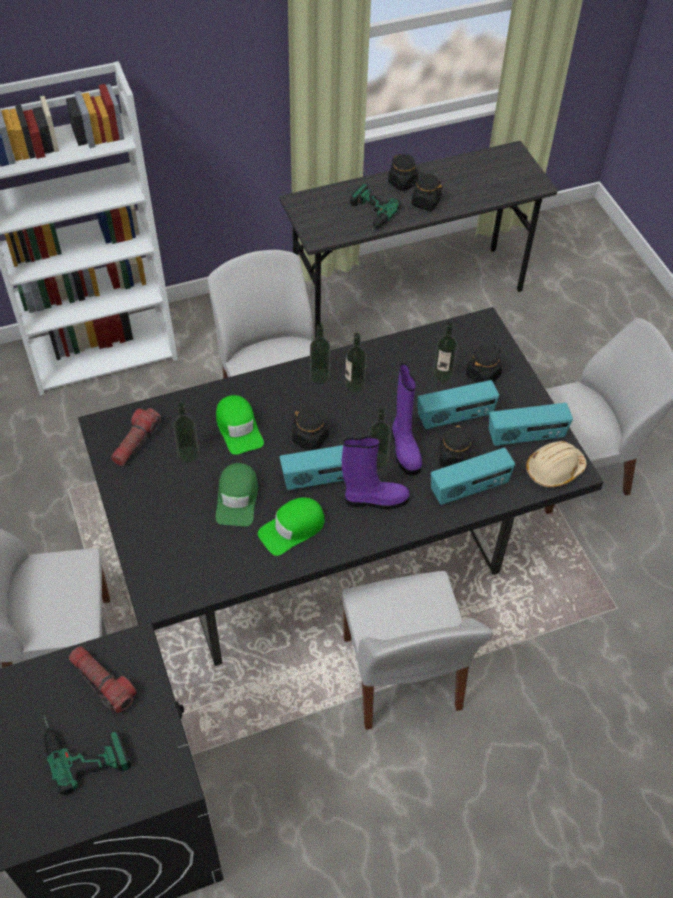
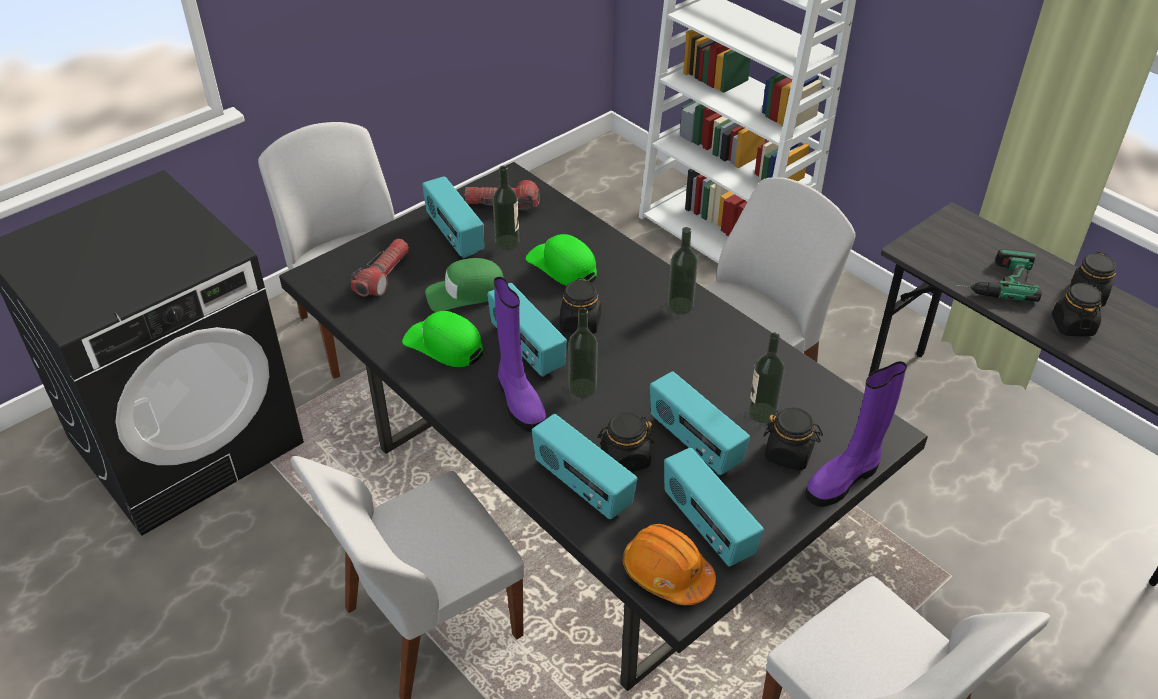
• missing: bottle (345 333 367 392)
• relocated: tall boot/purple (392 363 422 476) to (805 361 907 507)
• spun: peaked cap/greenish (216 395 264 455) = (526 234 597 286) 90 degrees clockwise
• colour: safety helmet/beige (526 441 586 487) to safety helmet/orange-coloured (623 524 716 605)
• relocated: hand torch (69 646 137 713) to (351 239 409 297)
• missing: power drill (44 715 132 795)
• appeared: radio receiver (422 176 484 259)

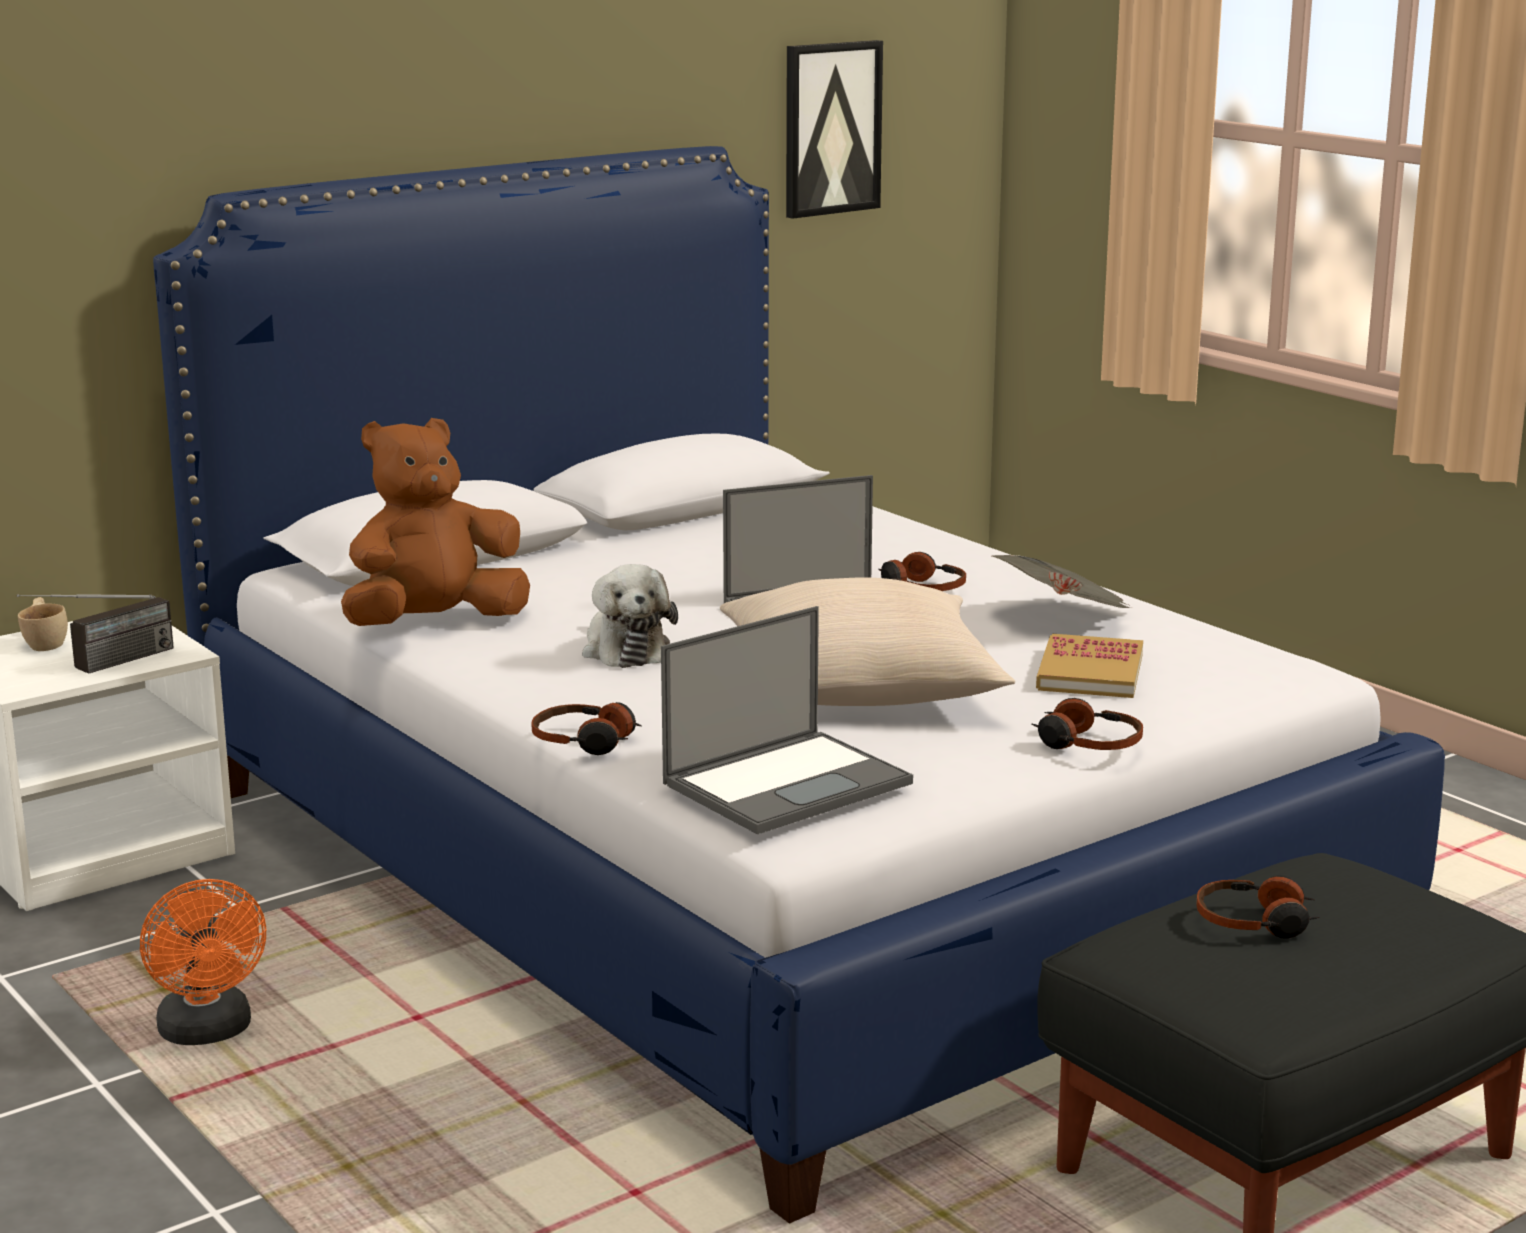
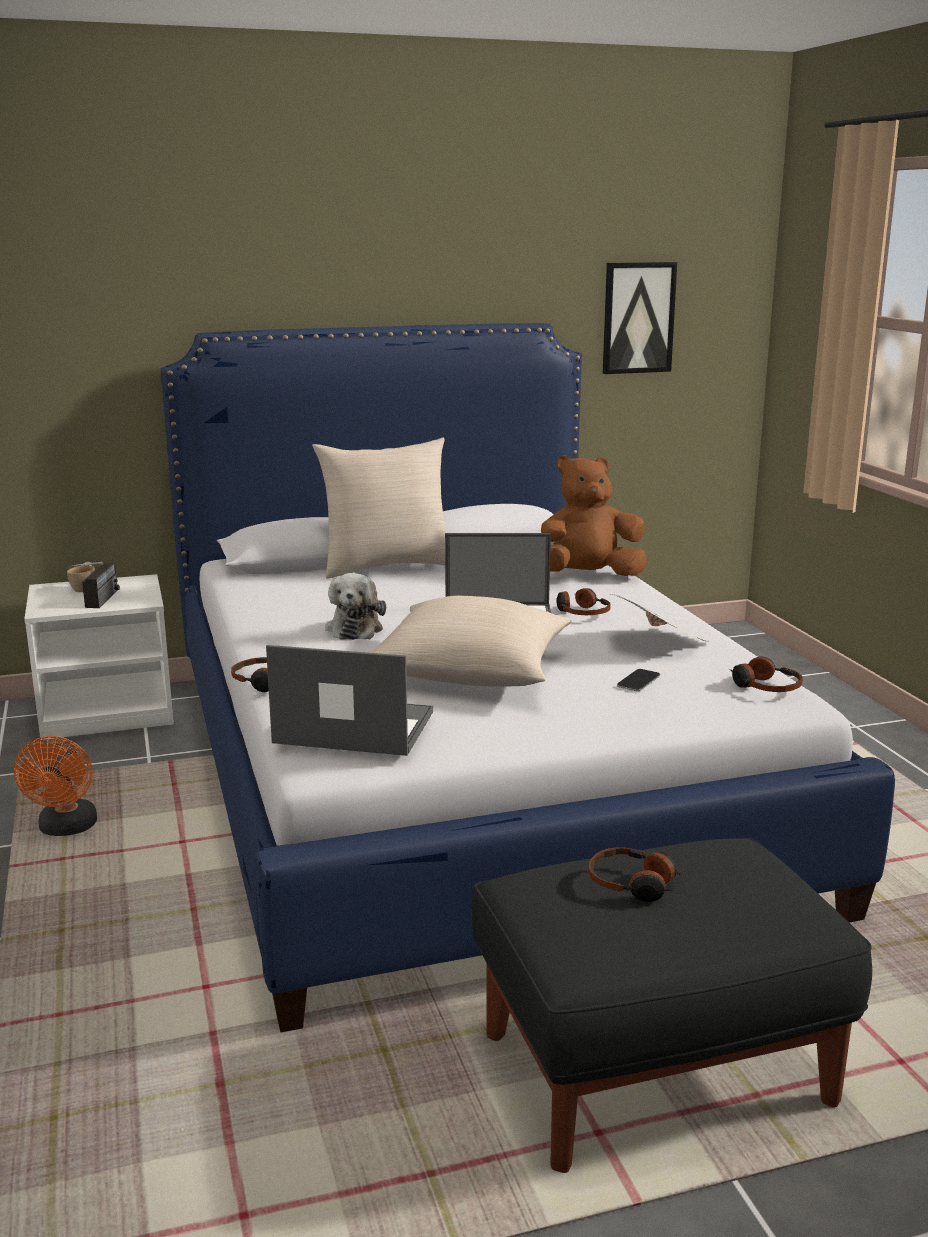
• relocated: soft toy/brown-coloured (341 418 530 626) to (541 455 647 576)
• spun: radio receiver (17 594 174 674) = (69 562 120 608) 60 degrees counterclockwise
• spun: notebook computer (661 606 913 834) = (266 645 433 756) 150 degrees counterclockwise
• exchanged: book (1036 634 1143 698) to phone (617 669 660 691)
• relocated: headset (1031 698 1143 750) to (729 656 803 692)
• appeared: pillow/beige (312 437 447 579)

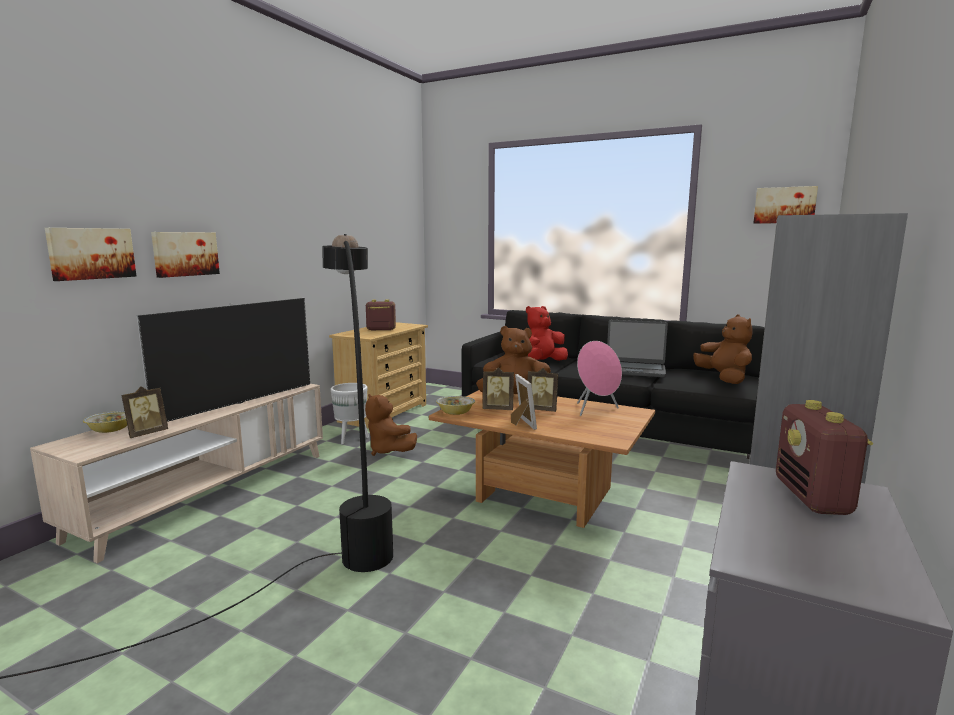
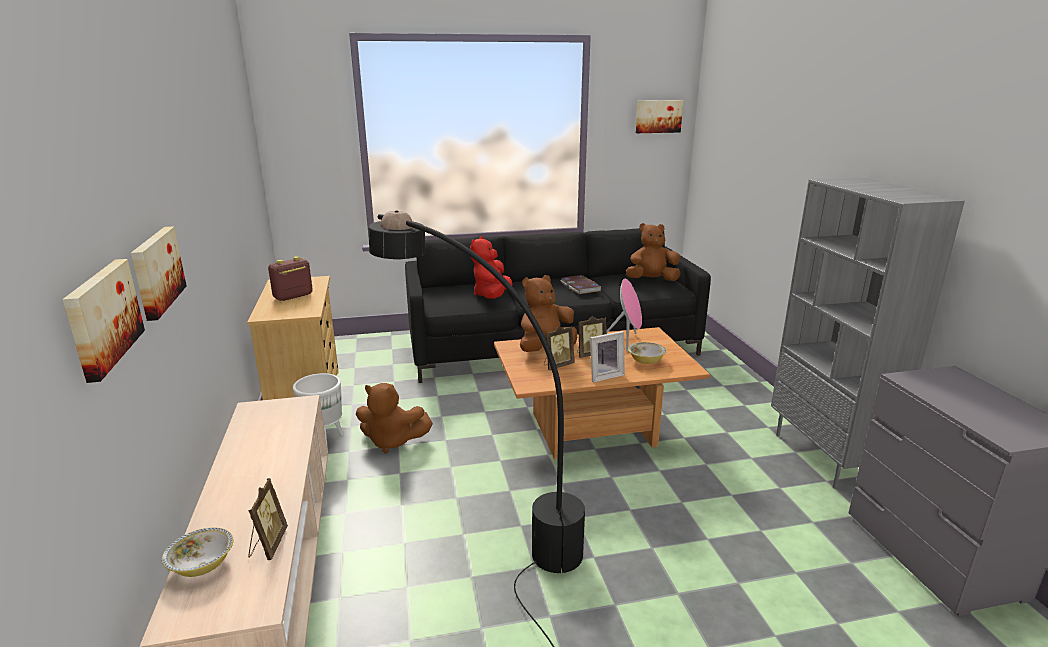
• missing: television (137 298 310 422)
• spun: soft toy/brown-coloured (693 314 752 384) = (626 223 681 281) 45 degrees counterclockwise
• exchanged: notebook computer (607 320 668 378) to book (560 275 602 294)
• spun: photo frame (511 374 537 430) = (590 331 625 382) 120 degrees clockwise
• relocated: deep dish (436 396 475 415) to (628 342 667 364)
• missing: radio receiver (776 400 873 515)

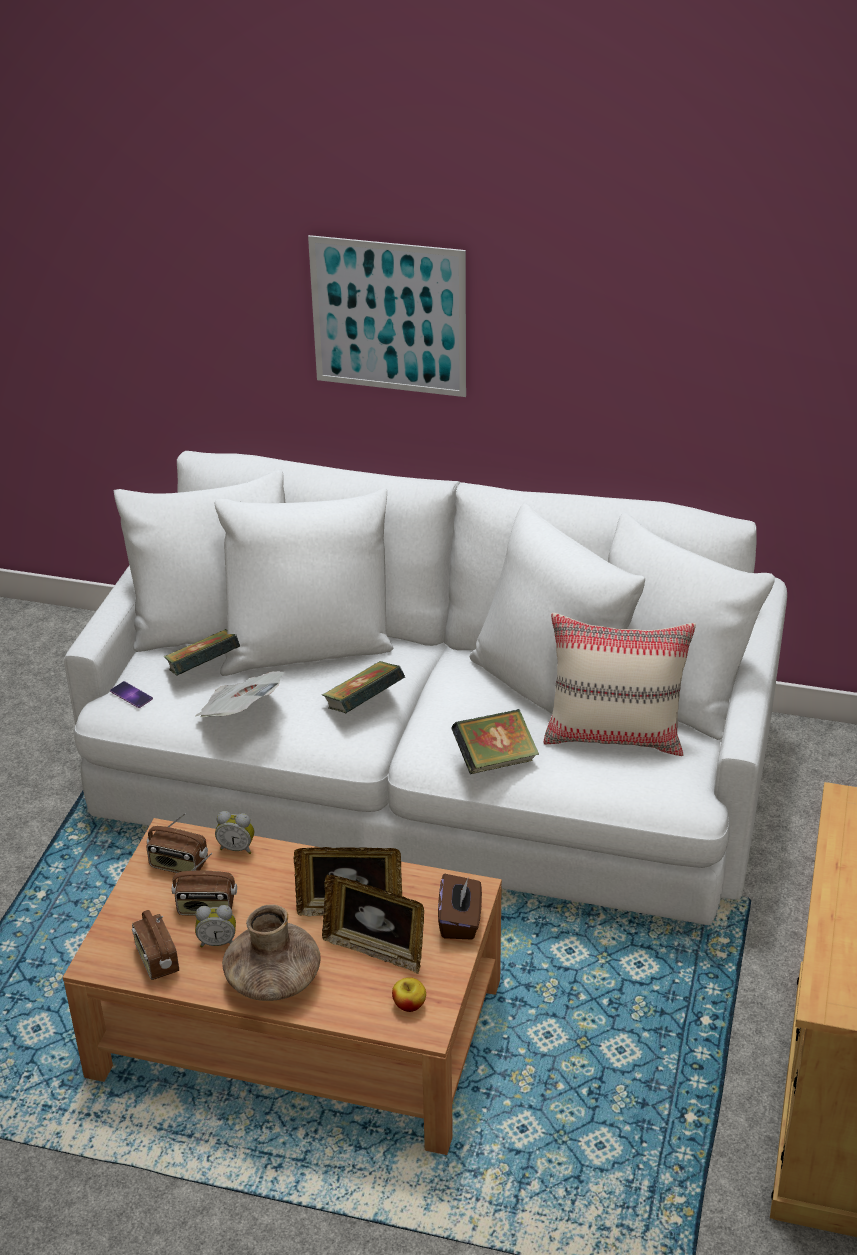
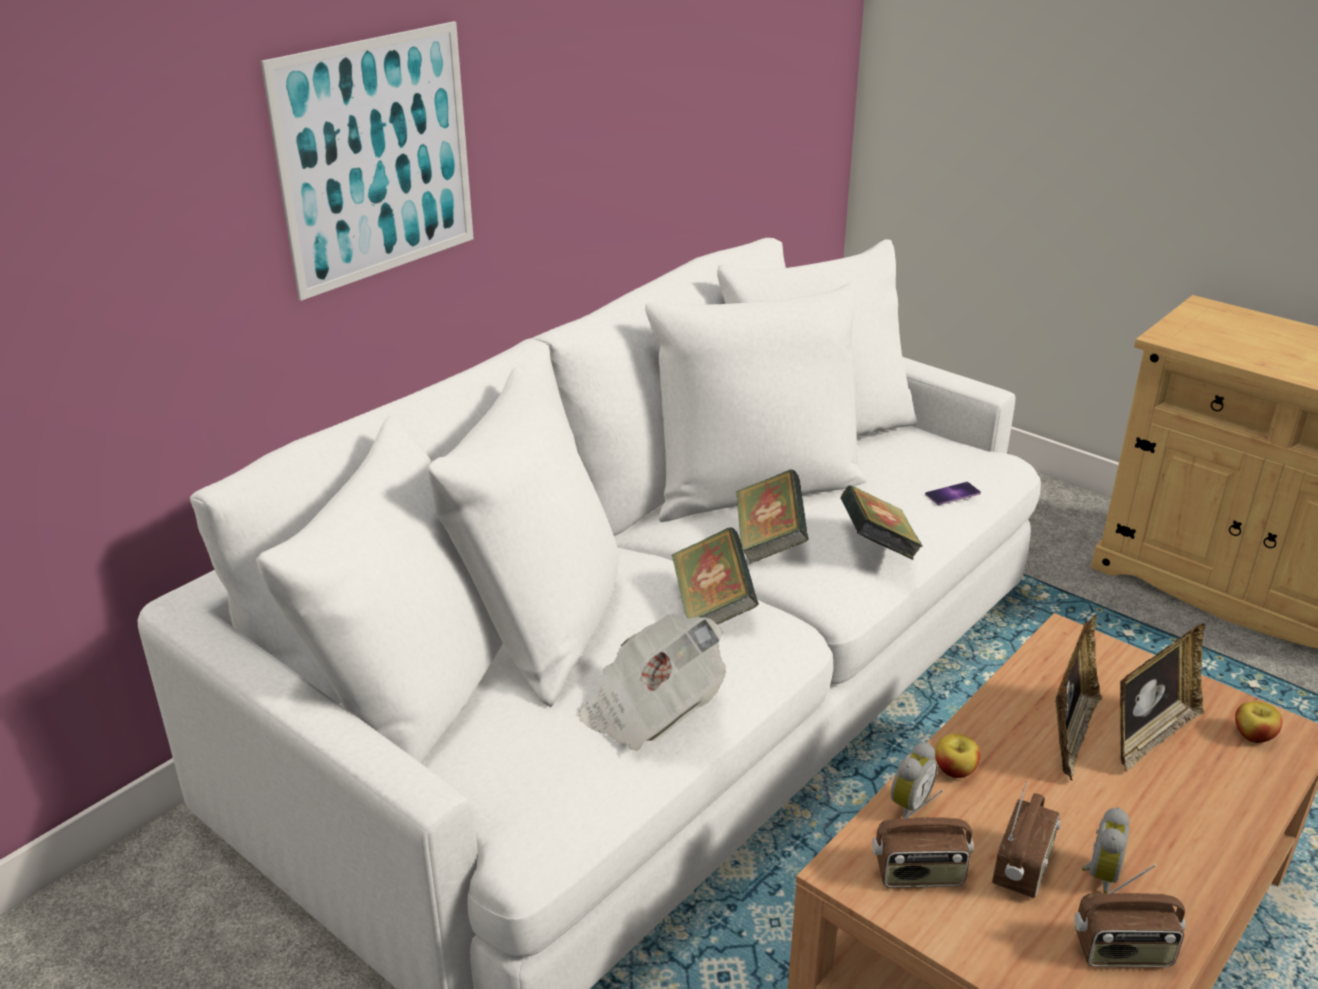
• missing: pillow/beige (544 613 696 756)
• relocated: book (163 629 240 675) to (736 470 809 564)
• relocated: phone (110 681 153 708) to (925 482 981 505)
• spun: radio receiver (146 813 208 873) = (873 790 974 888) 45 degrees clockwise
• missing: box of tissues/brown-coloured (438 874 482 939)
• missing: vase/brown-coloured (222 904 320 1001)
• appeared: apple (935 734 980 778)

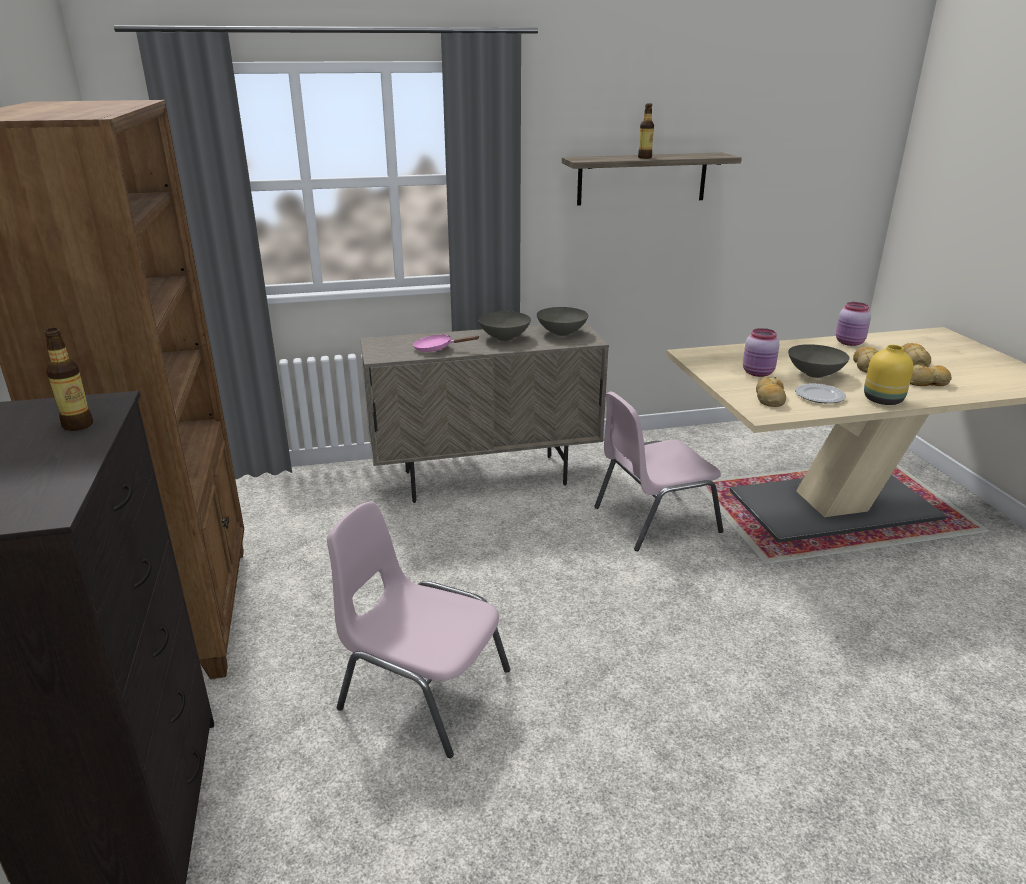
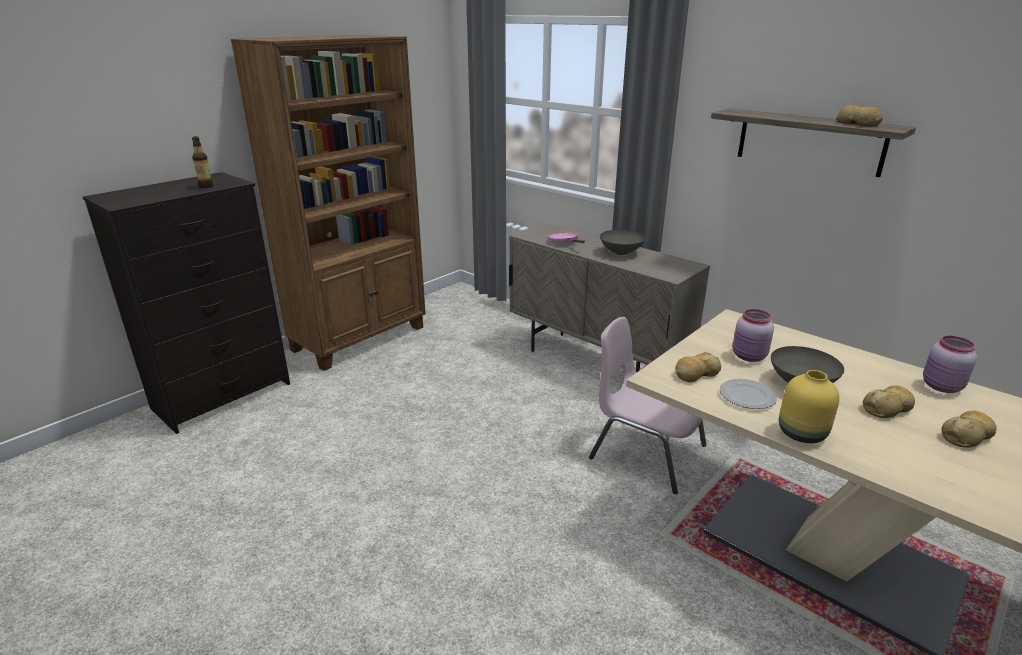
• missing: bottle (638 103 654 159)
• missing: deep dish/gray (537 307 588 336)
• relocated: bread (910 365 952 386) to (836 105 883 127)
• missing: chair/pink (327 501 510 758)

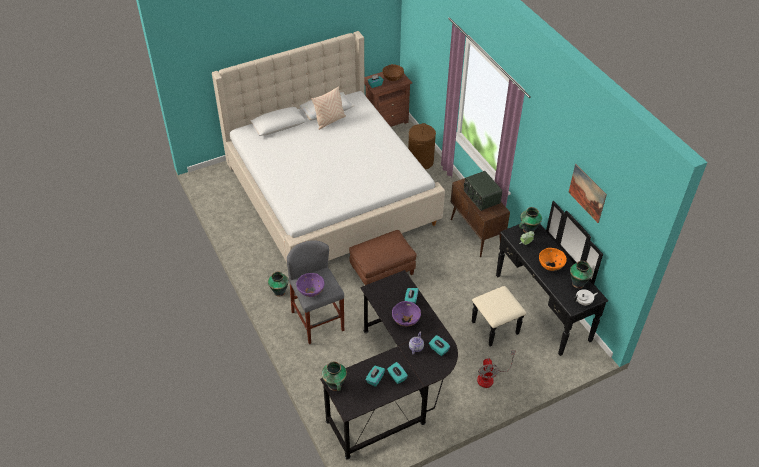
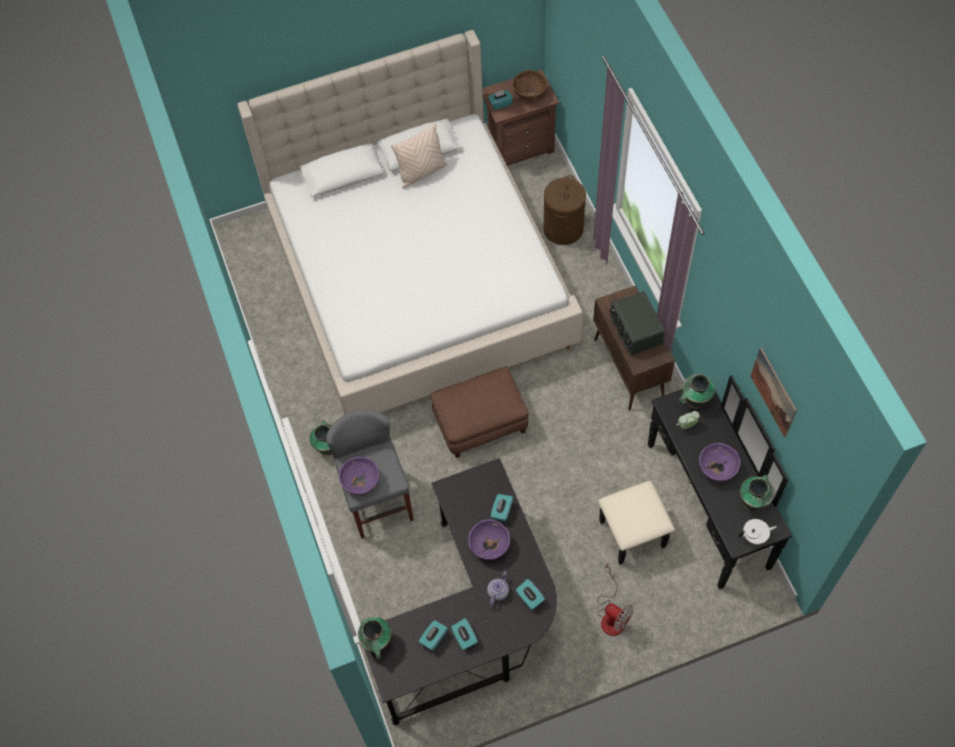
• colour: deep dish/orange-coloured (539 248 567 271) to deep dish/purple (699 443 741 482)
• spun: electric fan (477 350 516 388) = (598 562 633 636) 60 degrees counterclockwise

